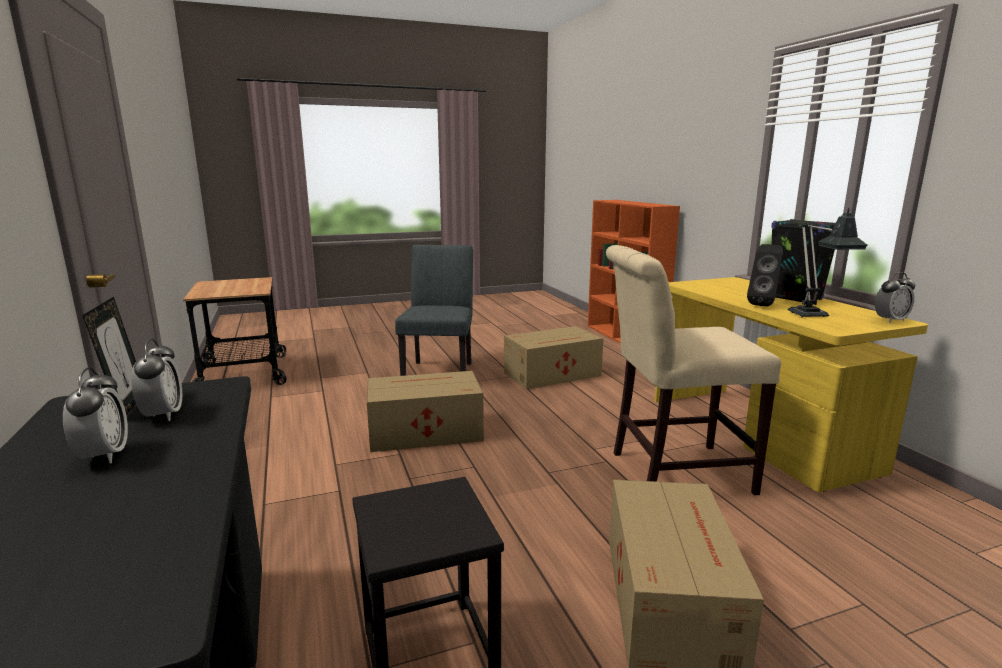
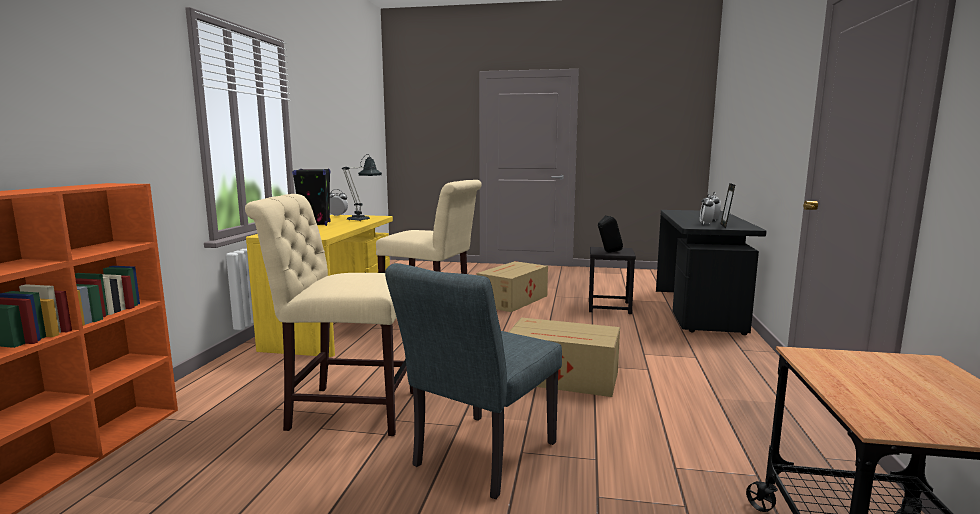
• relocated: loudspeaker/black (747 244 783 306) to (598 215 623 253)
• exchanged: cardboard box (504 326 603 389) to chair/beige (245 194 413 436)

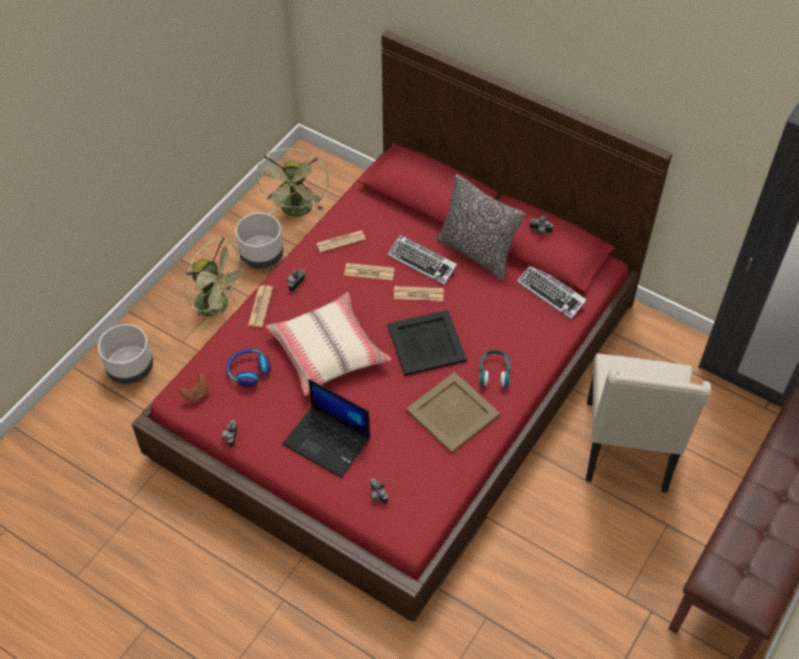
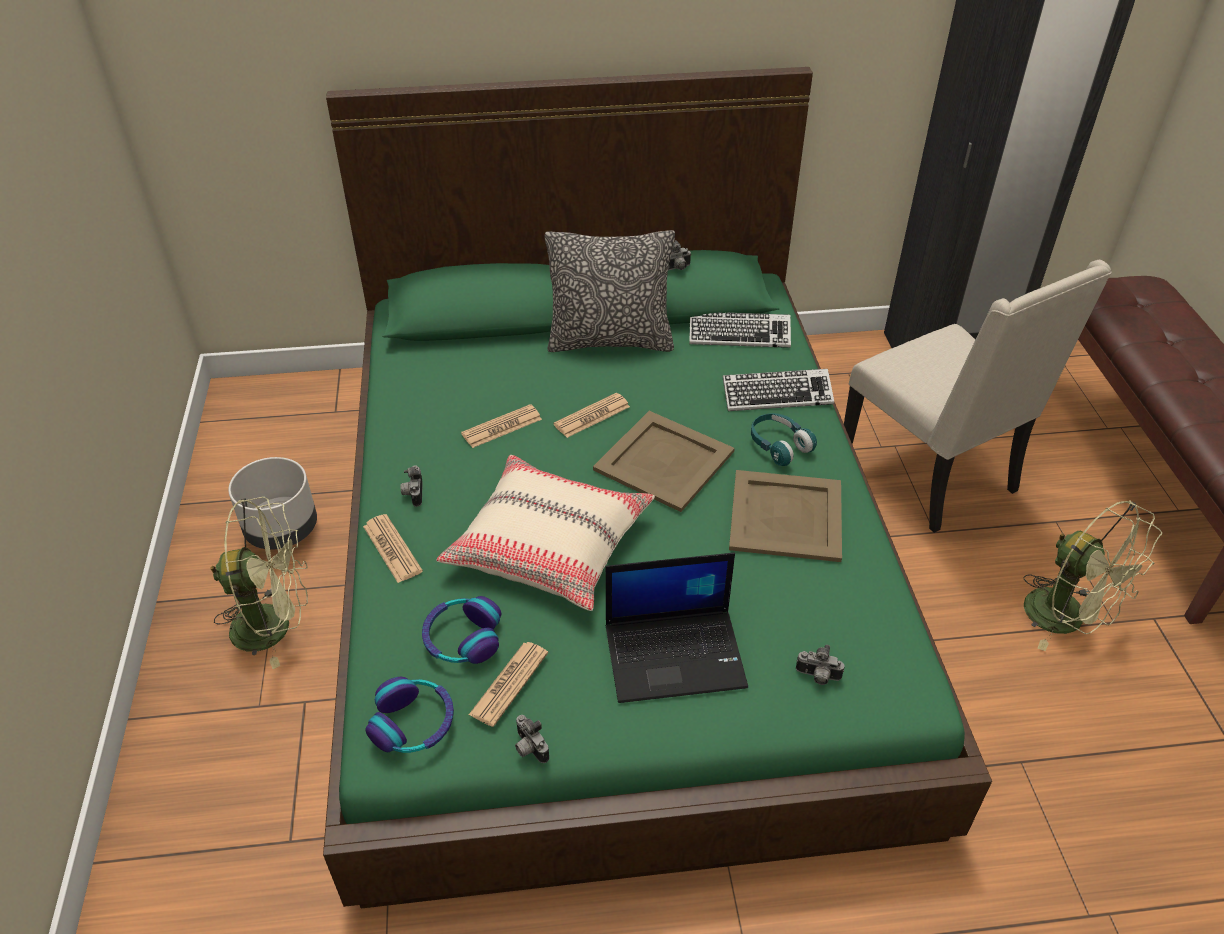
• colour: bed/reddish (132 30 672 622) to bed/greenish (323 67 992 908)
• relocated: electric fan/greenish (256 148 329 217) to (1023 500 1162 651)
• relocated: newspaper (316 231 366 253) to (469 642 548 727)
• relocated: keyboard (388 235 457 285) to (723 369 834 411)
• colour: tray/black (387 310 467 376) to tray/beige (593 411 735 512)
• missing: plant pot/gray (98 324 153 384)
• exchanged: joypad/brown-coloured (180 374 209 402) to headset (365 677 454 753)

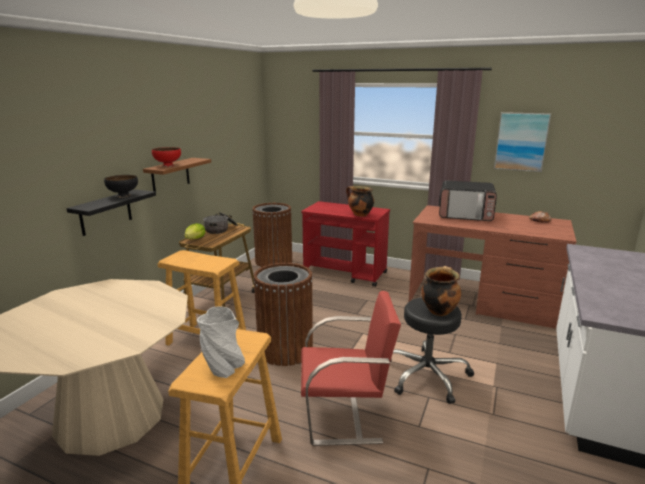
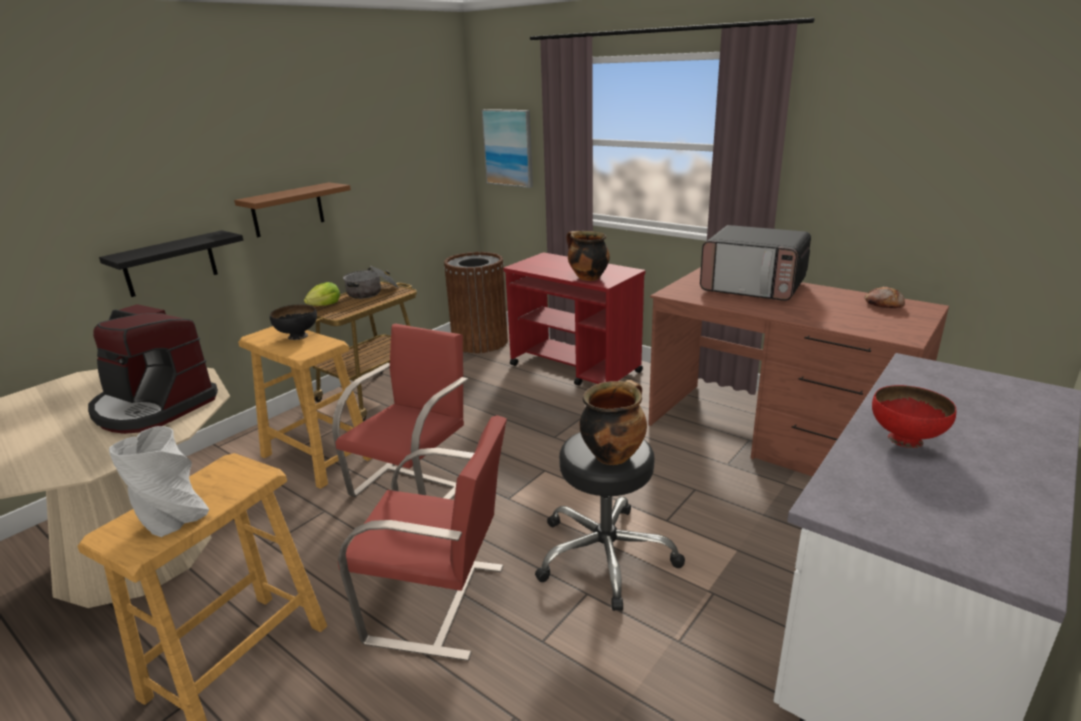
• relocated: wall art (494 112 551 172) to (481 109 533 188)
• relocated: deep dish/reddish (152 147 181 167) to (872 385 957 448)
• relocated: deep dish/black (104 175 138 198) to (270 304 317 340)
• exchanged: trash can/brown-coloured (253 263 313 366) to chair/reddish (332 324 468 499)
• appeared: coffee machine (88 304 218 434)

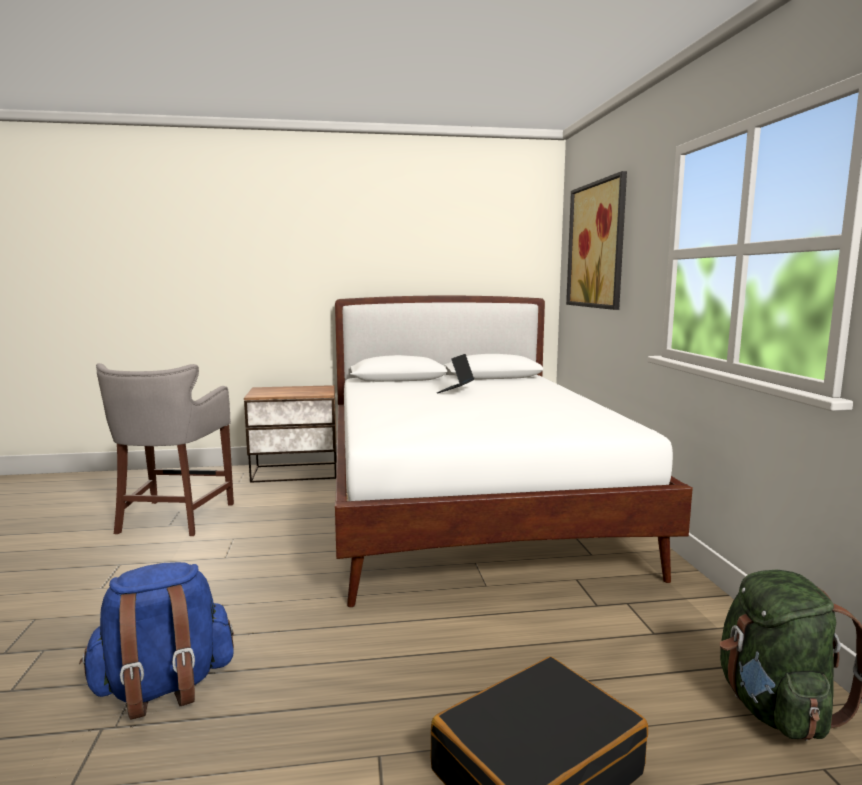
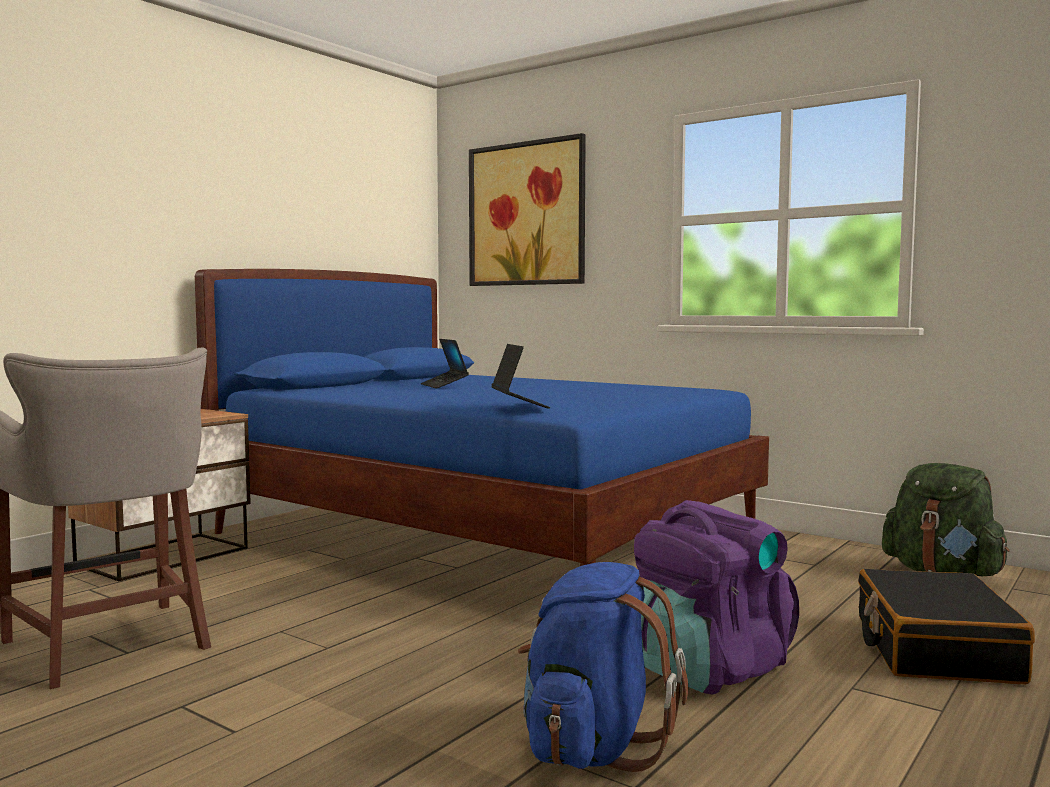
• colour: bed/white (335 296 693 607) to bed/blue-coloured (195 269 769 566)
• appeared: notebook computer (491 344 550 409)
• appeared: rucksack/purple (634 500 799 694)

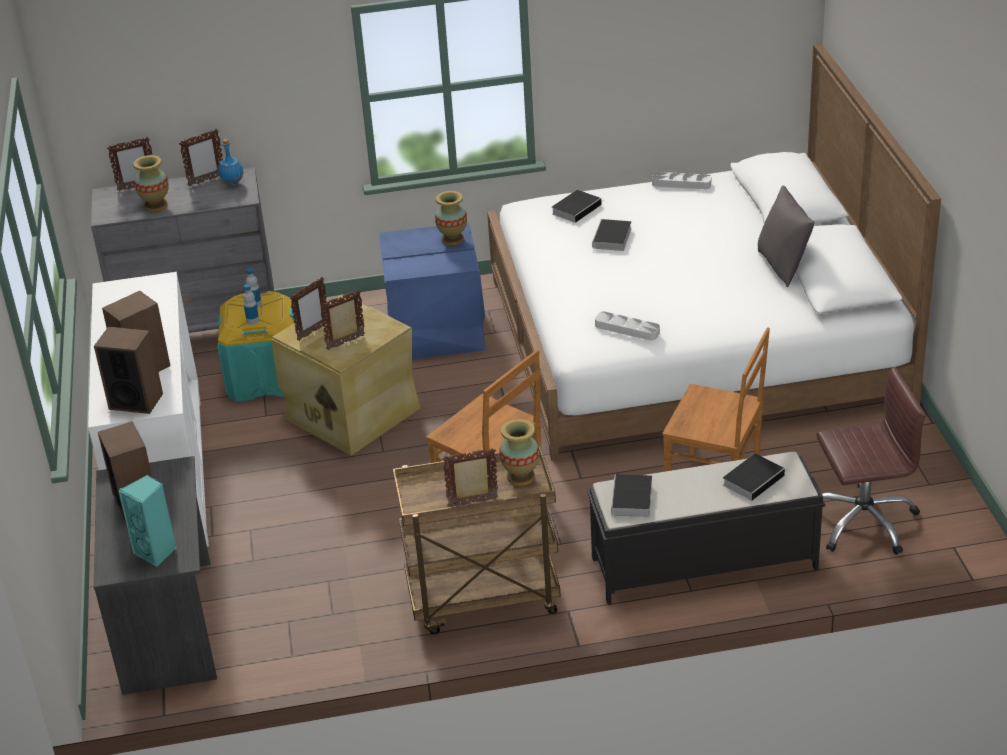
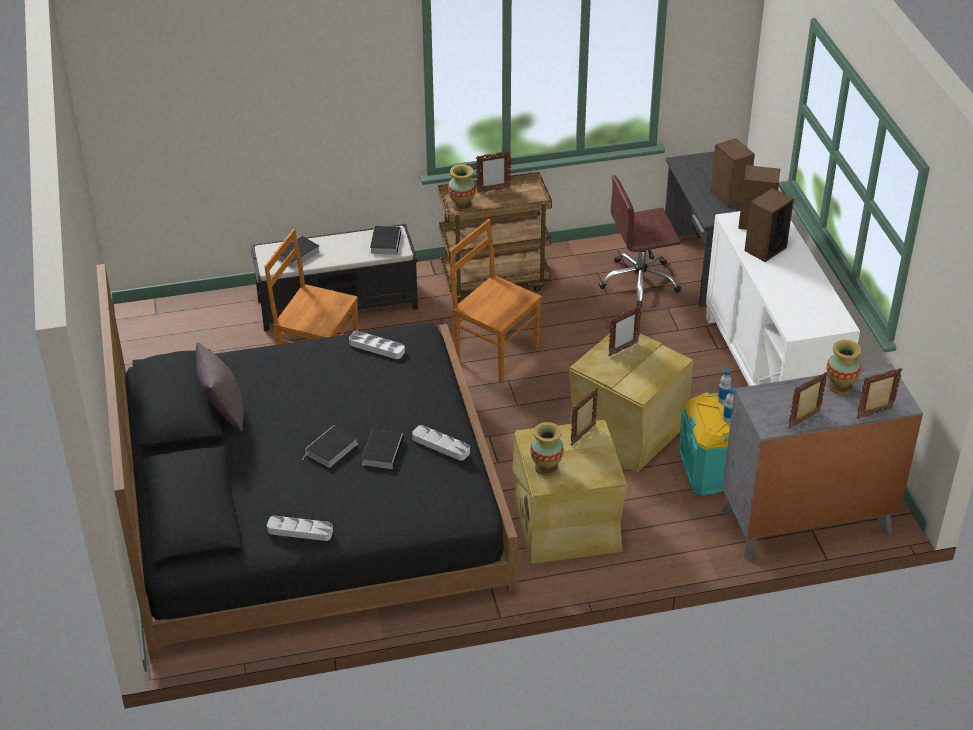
• colour: bed/white (487 43 941 461) to bed/black (96 264 517 660)
• missing: bottle/blue-coloured (218 139 244 186)
• relocated: book (552 190 604 223) to (302 425 358 468)
• colour: storage container/blue-coloured (379 223 486 359) to storage container/beige (512 420 627 564)
• relocated: photo frame (290 277 327 341) to (571 387 598 446)
• relocated: office chair/brown-coloured (817 367 926 555) to (599 175 681 307)
• missing: loudspeaker/turquoise-coloured (118 475 177 567)
• appeared: tray/gray (412 425 470 461)

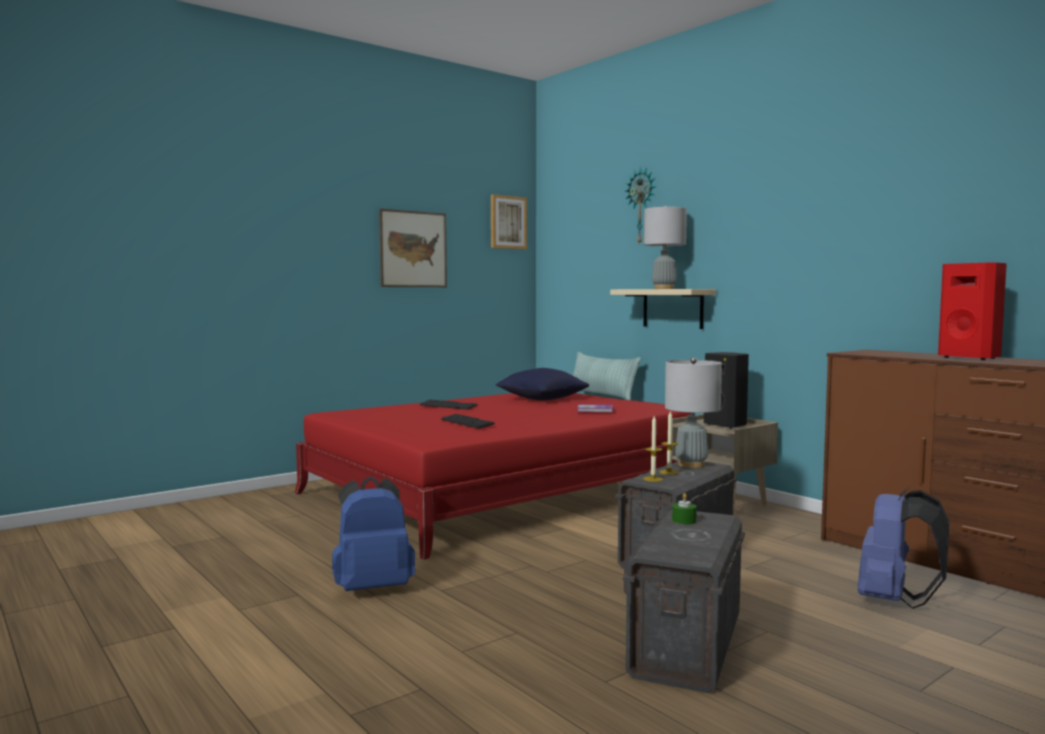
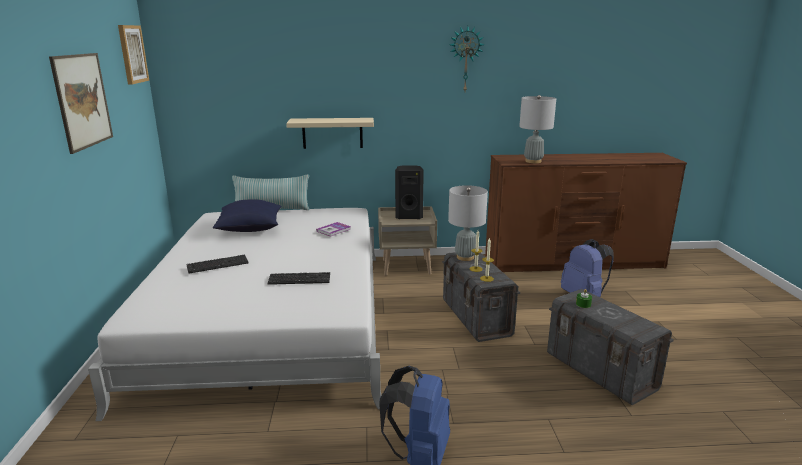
• relocated: wall clock (625 167 656 245) to (449 26 485 91)
• relocated: lamp for a table/gray (644 205 687 289) to (519 95 556 163)
• missing: loudspeaker/reddish (938 263 1007 360)
• colour: bed/reddish (294 393 690 560) to bed/white (88 208 381 421)

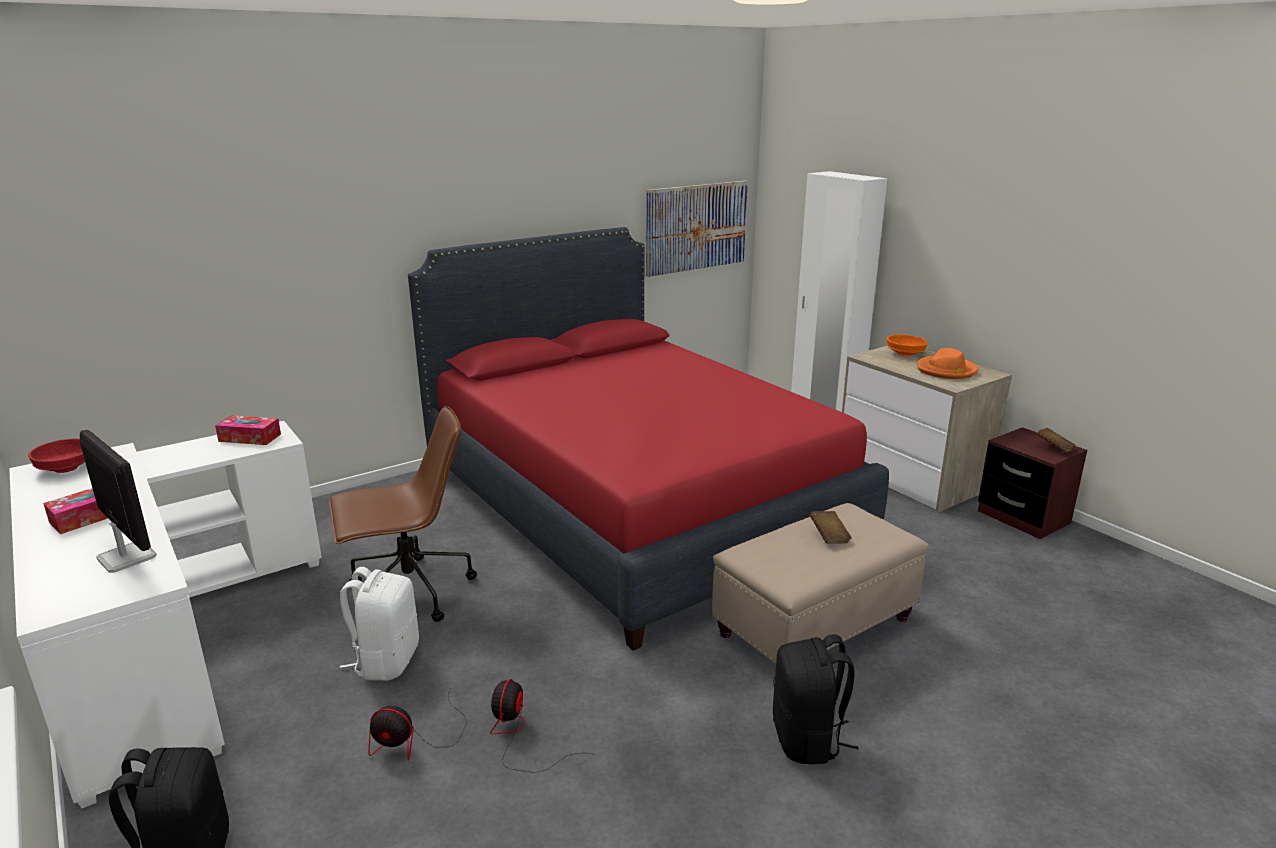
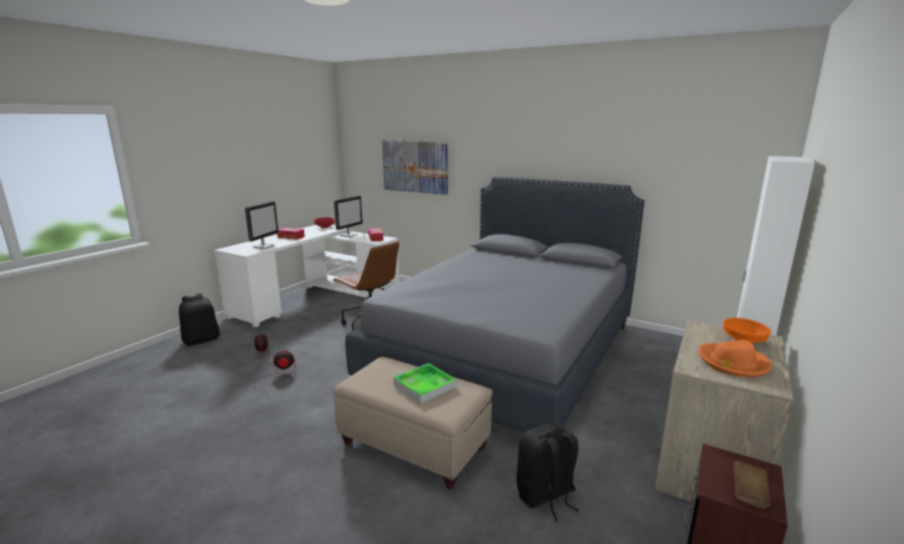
• relocated: wall art (646 181 748 277) to (382 139 448 195)
• colour: bed/reddish (408 227 889 650) to bed/gray (346 177 645 433)
• exchanged: book/brown-coloured (810 511 852 544) to tray (393 363 457 404)
• missing: rucksack/white (340 567 419 681)
• relocated: rucksack/black (773 634 859 764) to (517 423 579 521)
• appeared: computer screen (334 196 363 237)

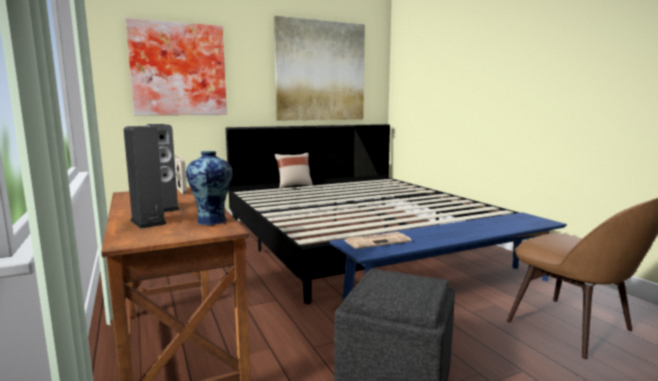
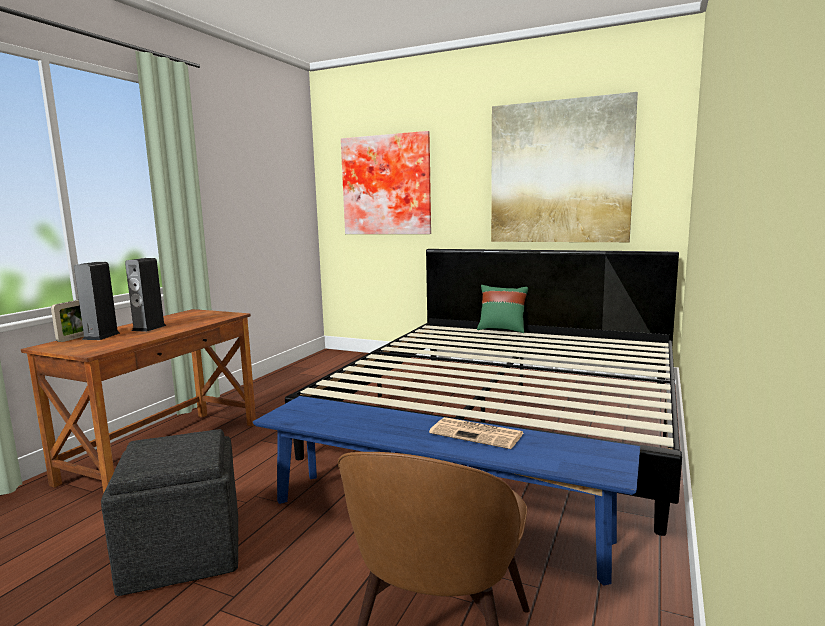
• missing: vase (186 151 233 225)
• colour: pillow/beige (275 153 313 189) to pillow/greenish (477 285 528 333)
• relocated: photo frame (174 156 187 194) to (51 300 84 342)
• relocated: newspaper (344 232 411 249) to (429 417 524 449)

